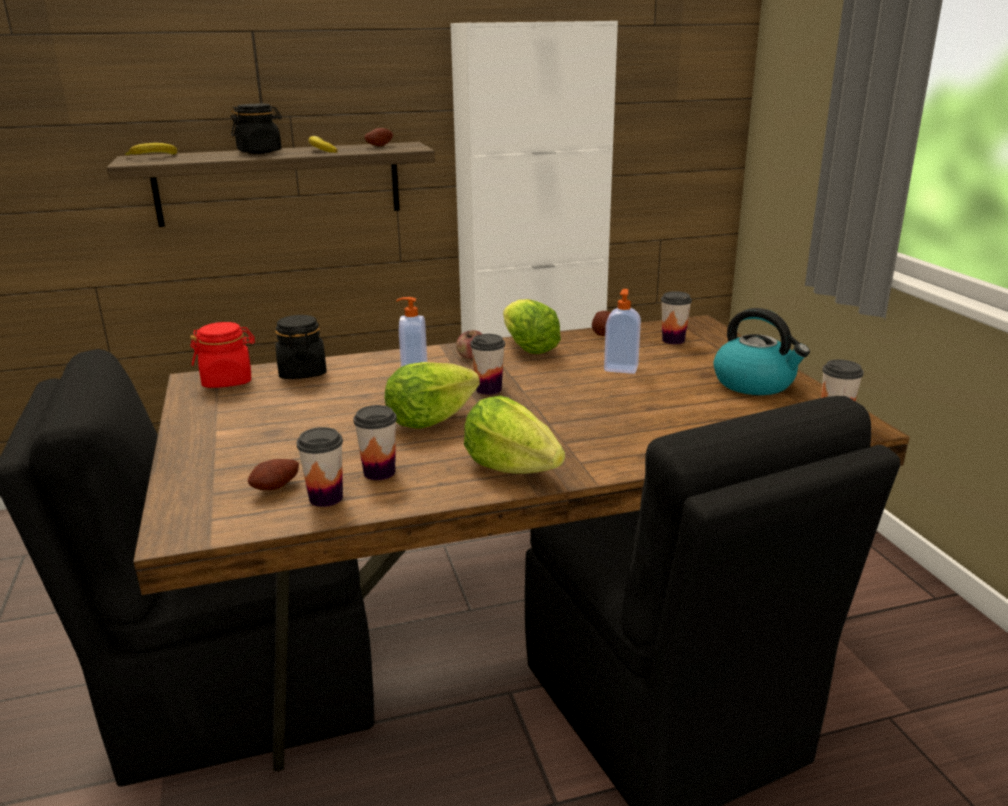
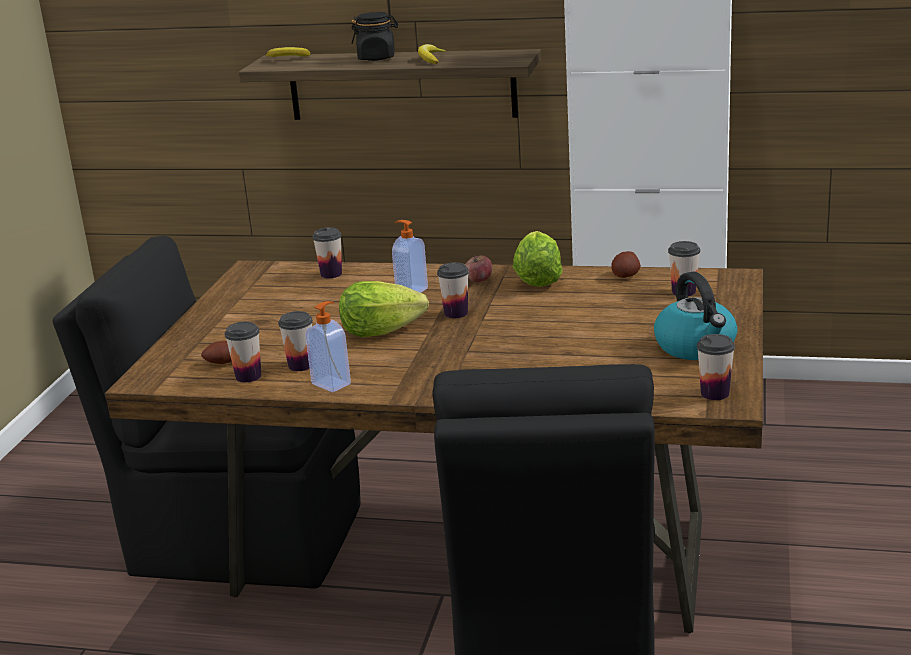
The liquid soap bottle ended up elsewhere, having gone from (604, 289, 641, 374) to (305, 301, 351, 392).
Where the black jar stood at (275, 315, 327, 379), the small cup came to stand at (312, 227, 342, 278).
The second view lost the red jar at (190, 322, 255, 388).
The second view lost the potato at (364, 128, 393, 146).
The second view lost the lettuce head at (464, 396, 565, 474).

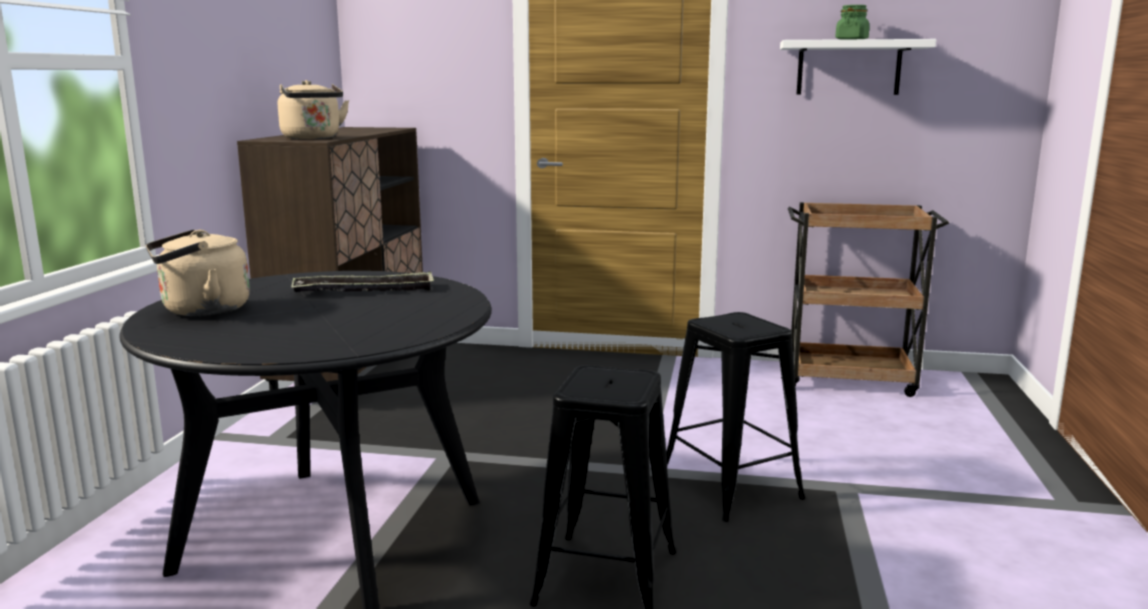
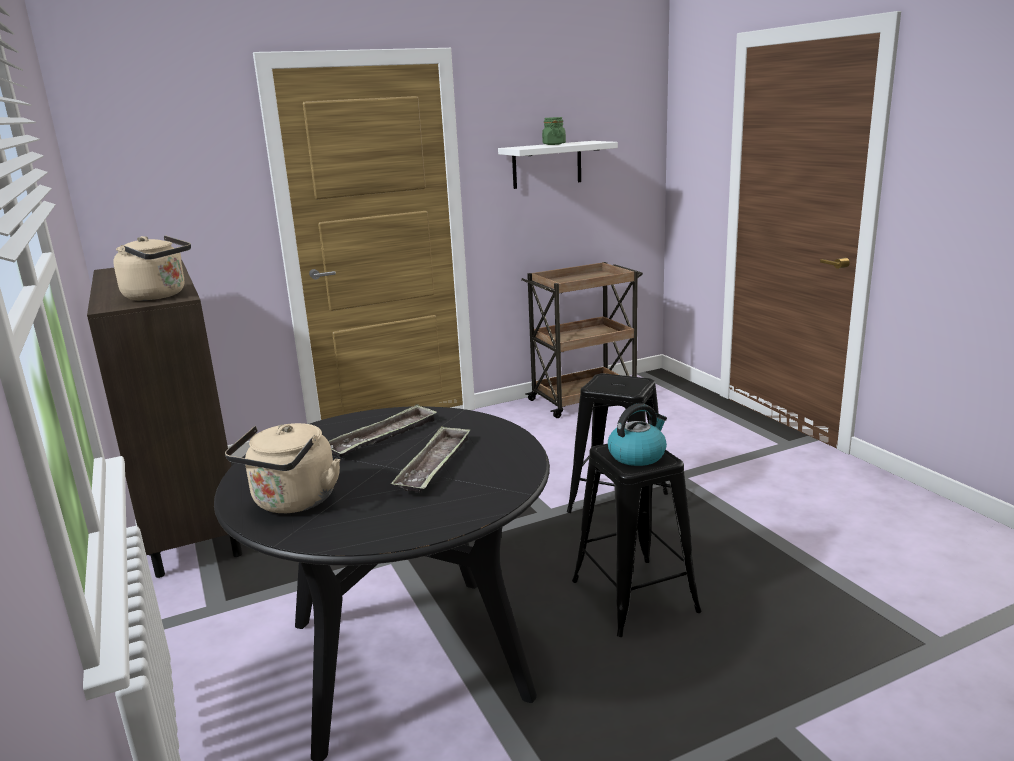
The second view gained the carrying tray at (391, 426, 470, 493).
The second view gained the kettle at (608, 403, 667, 466).

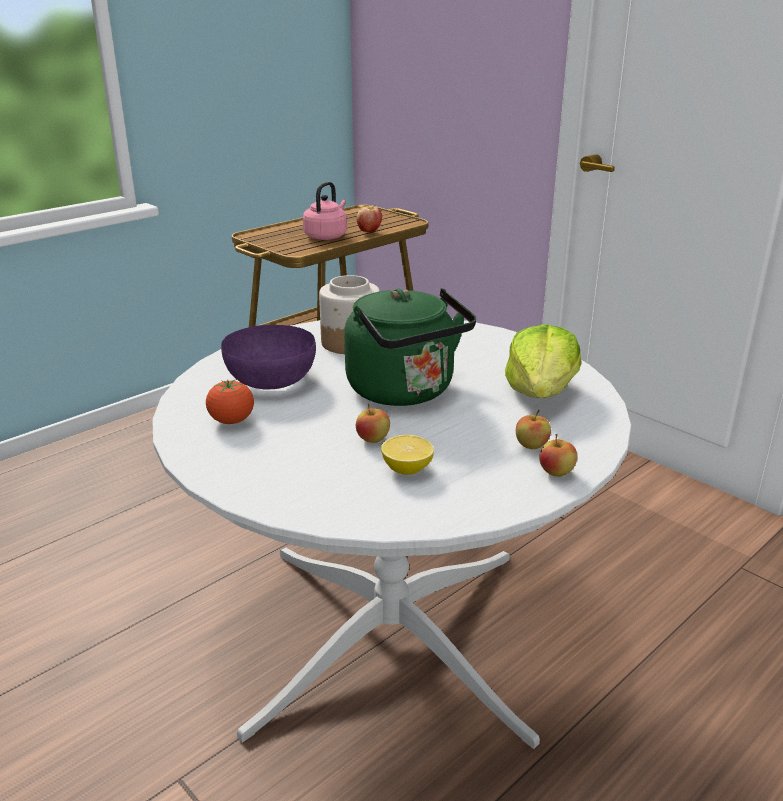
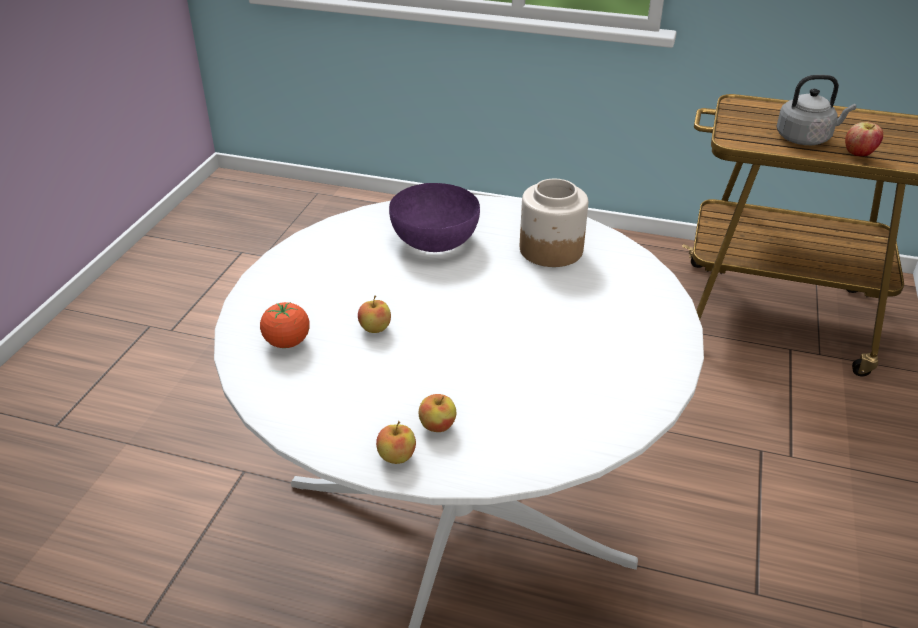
The whole tomato ended up elsewhere, having gone from (206, 379, 254, 424) to (260, 302, 310, 348).
What was the pink kettle at (303, 182, 347, 240) turned into the gray kettle at (776, 75, 856, 145).
The second view lost the green kettle at (344, 288, 476, 406).
The second view lost the lemon at (381, 435, 434, 475).
The second view lost the lettuce head at (505, 324, 581, 398).

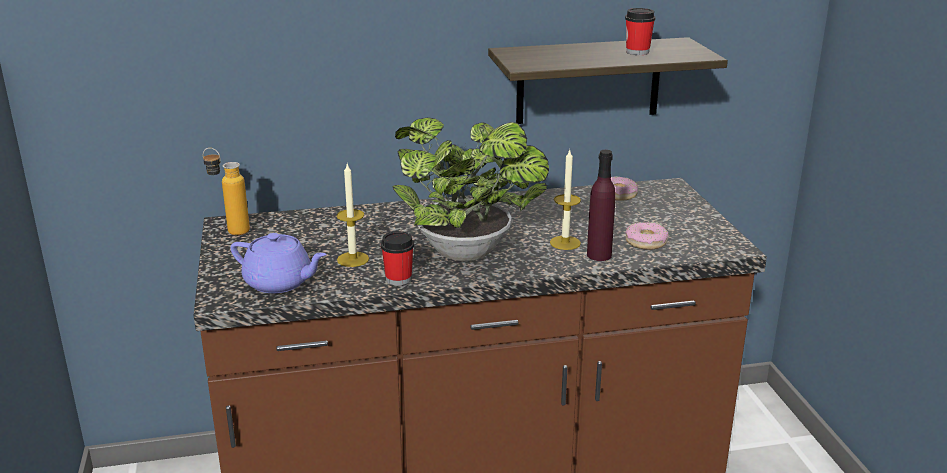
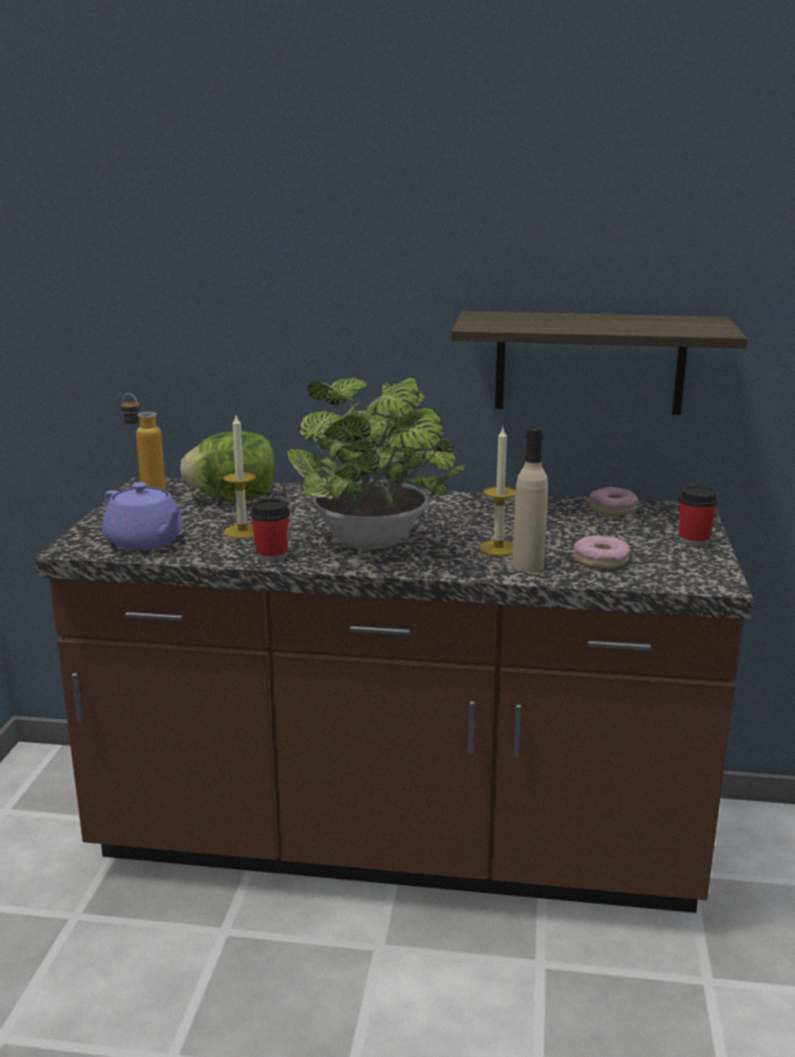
The second view gained the lettuce head at (180, 431, 275, 501).
What was the purple-coloured drink bottle at (587, 150, 616, 261) turned into the beige drink bottle at (512, 427, 548, 572).
The small cup ended up elsewhere, having gone from (625, 8, 655, 55) to (678, 485, 718, 547).

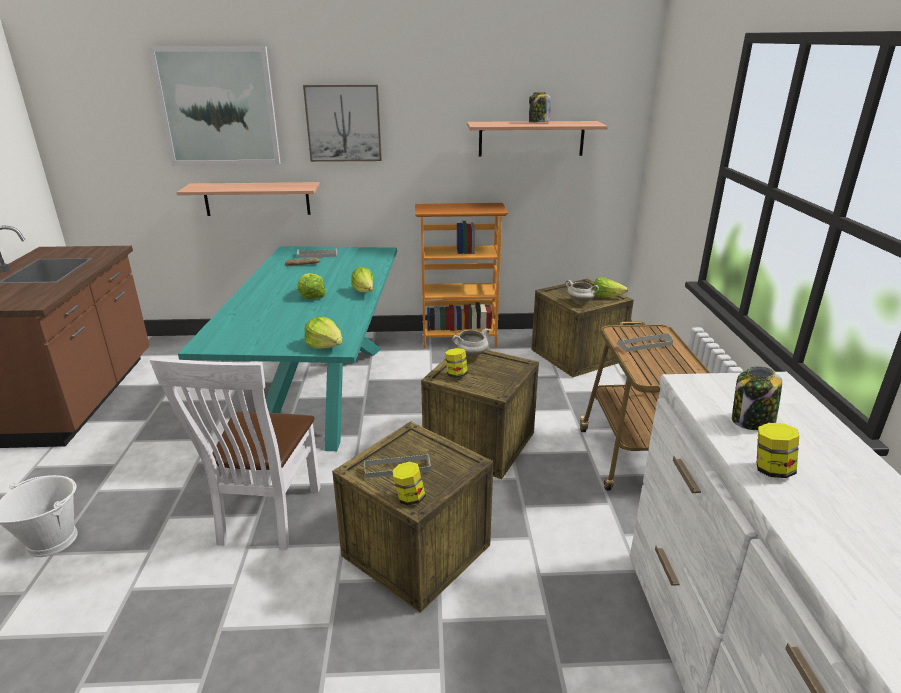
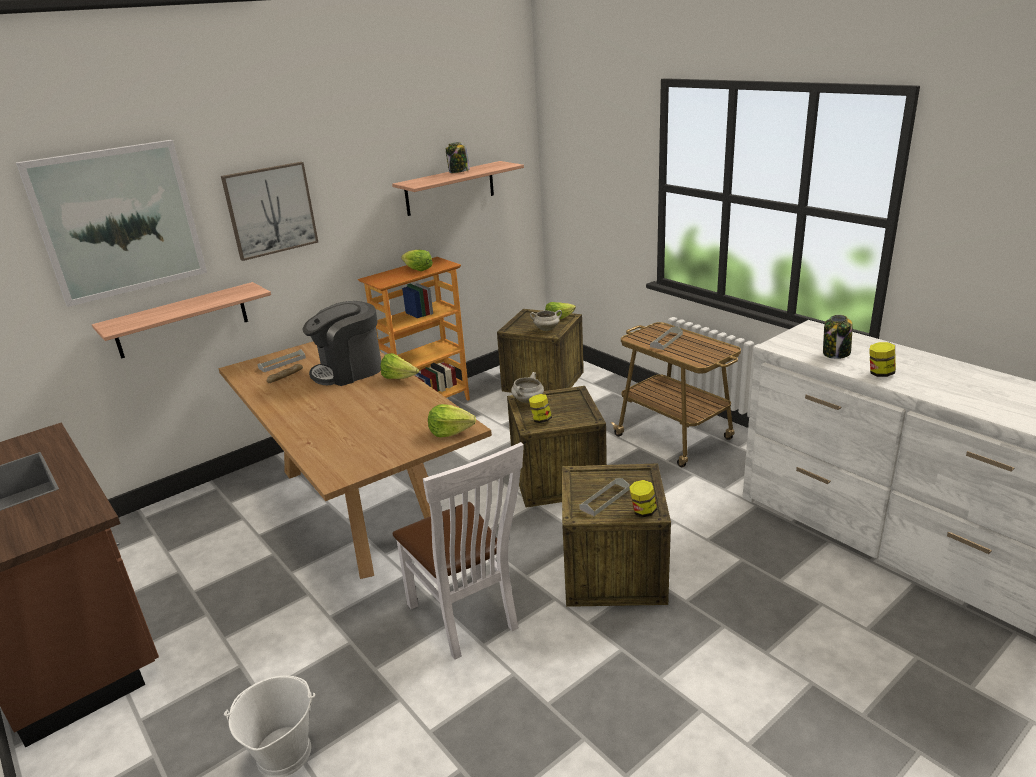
What was the blue-green dinner table at (178, 246, 397, 451) turned into the brown-coloured dinner table at (219, 342, 492, 579).
The second view gained the coffee machine at (303, 301, 381, 386).
The lettuce head ended up elsewhere, having gone from (297, 273, 326, 299) to (401, 250, 433, 271).

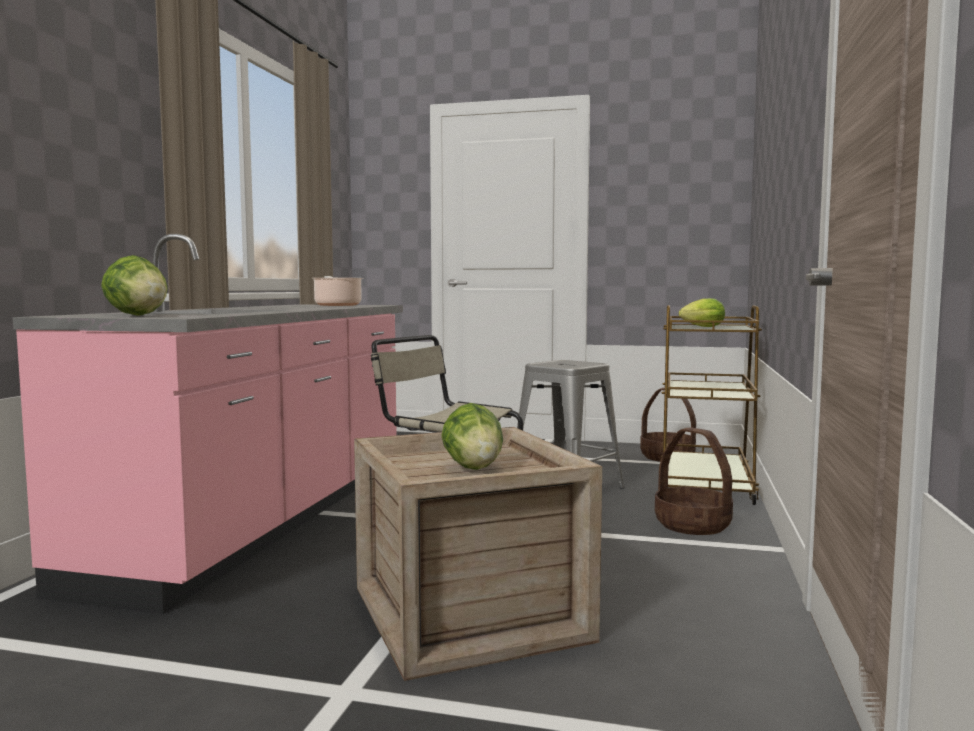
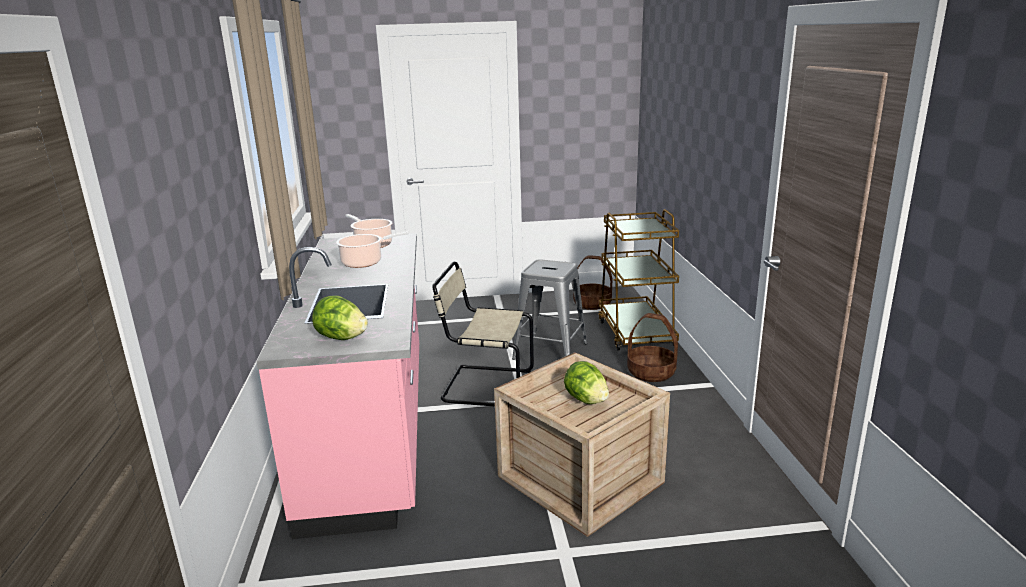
The second view gained the saucepot at (336, 231, 409, 268).
The second view lost the lettuce head at (679, 298, 725, 327).

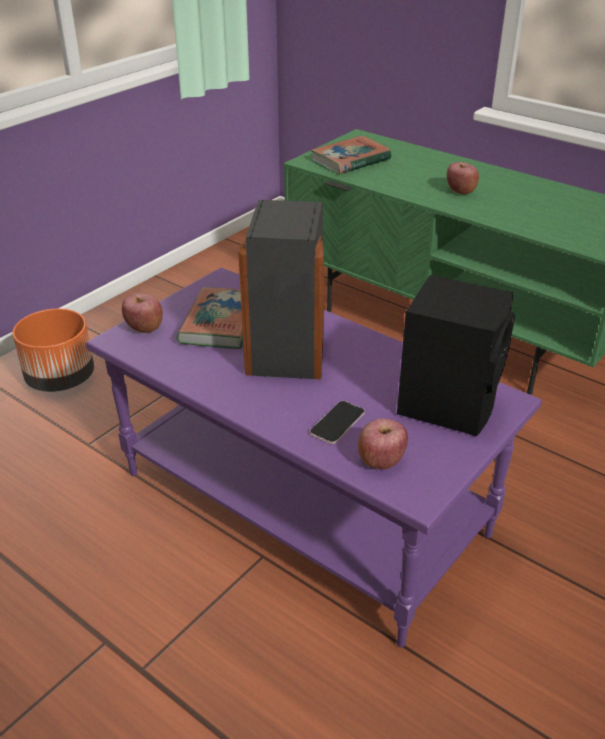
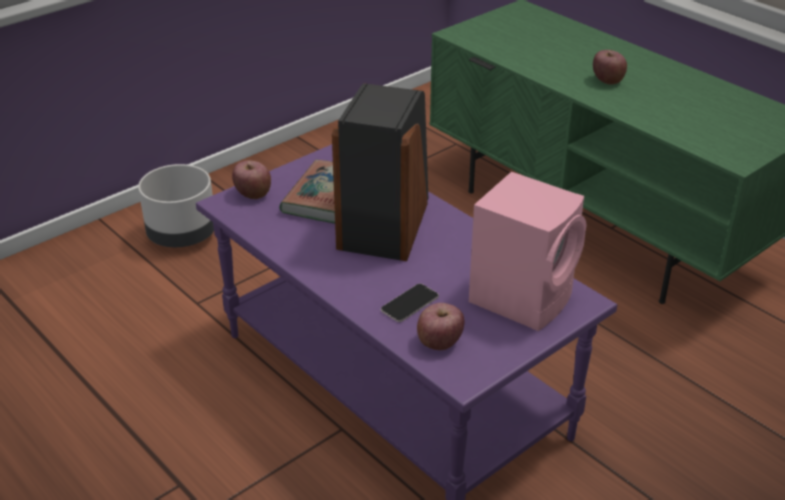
What was the orange-coloured plant pot at (12, 309, 94, 392) turned into the gray plant pot at (138, 164, 214, 247).
What was the black audio speaker at (397, 275, 515, 436) turned into the pink audio speaker at (469, 172, 586, 331).
The second view lost the book at (311, 135, 392, 174).

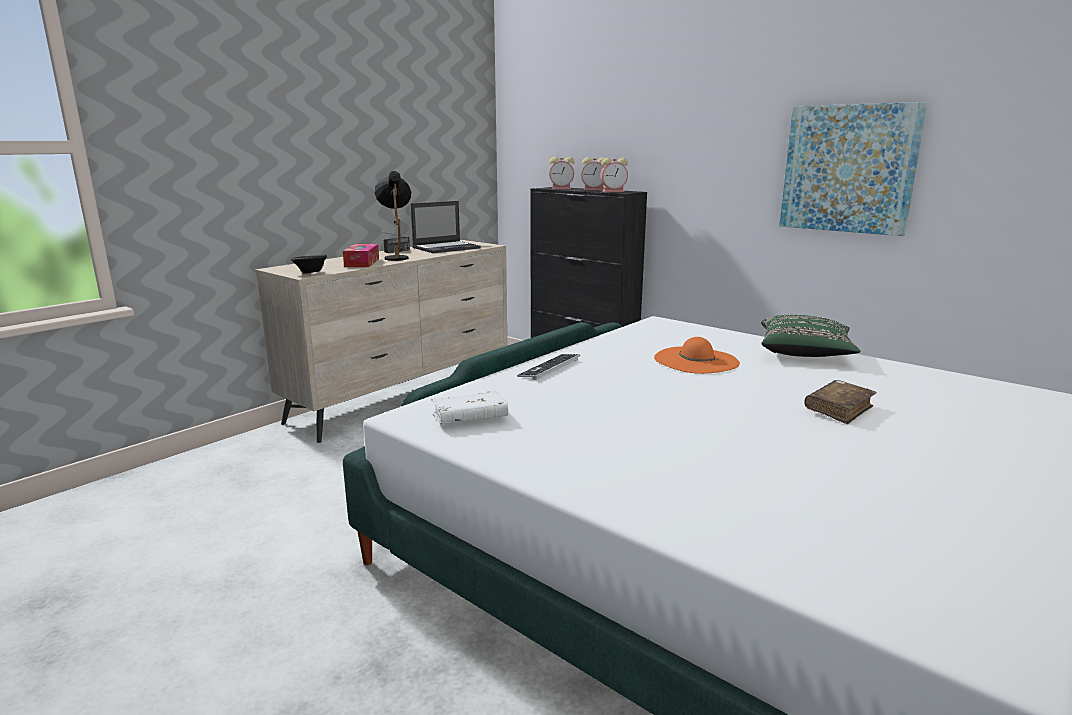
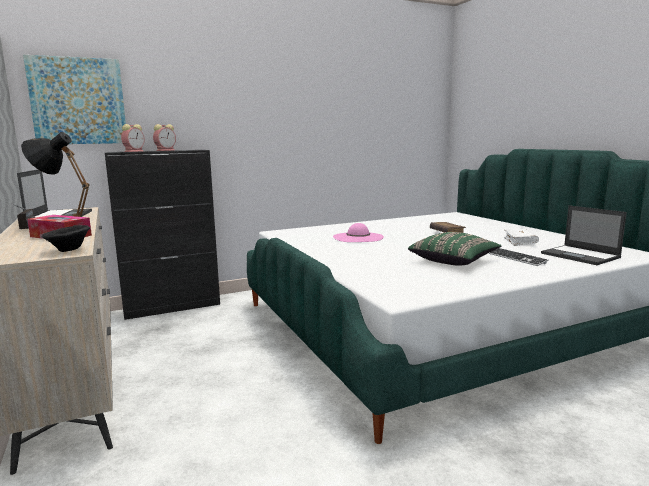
The wall art ended up elsewhere, having gone from (779, 102, 927, 236) to (23, 55, 126, 144).
What was the orange-coloured wearable hat at (654, 337, 740, 374) turned into the pink wearable hat at (333, 223, 384, 242).
The green cushion ended up elsewhere, having gone from (761, 315, 860, 357) to (408, 232, 501, 266).
The computer keyboard ended up elsewhere, having gone from (517, 354, 580, 380) to (489, 248, 549, 266).
The white book ended up elsewhere, having gone from (431, 390, 508, 425) to (504, 229, 539, 246).
The second view gained the portable computer at (541, 205, 627, 265).
The second view lost the table clock at (600, 158, 628, 192).

